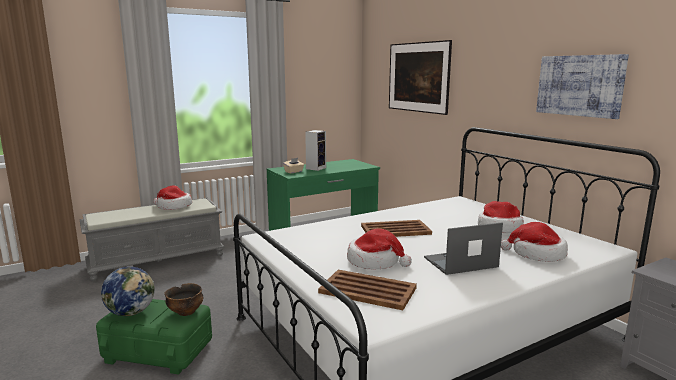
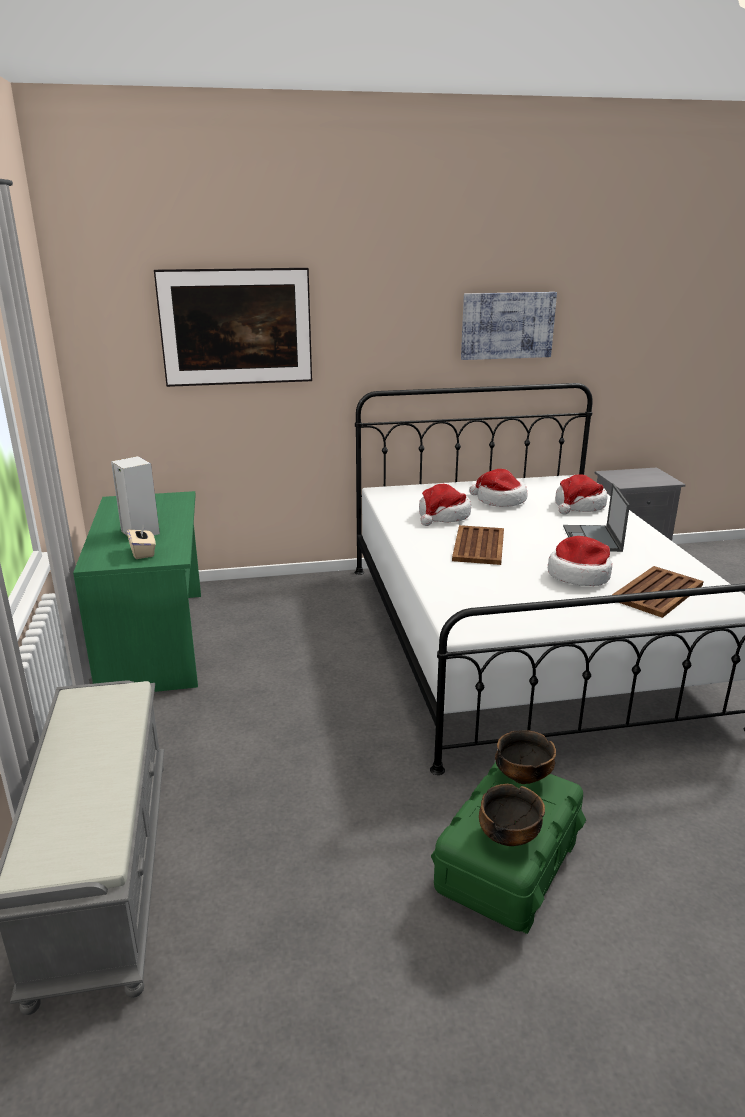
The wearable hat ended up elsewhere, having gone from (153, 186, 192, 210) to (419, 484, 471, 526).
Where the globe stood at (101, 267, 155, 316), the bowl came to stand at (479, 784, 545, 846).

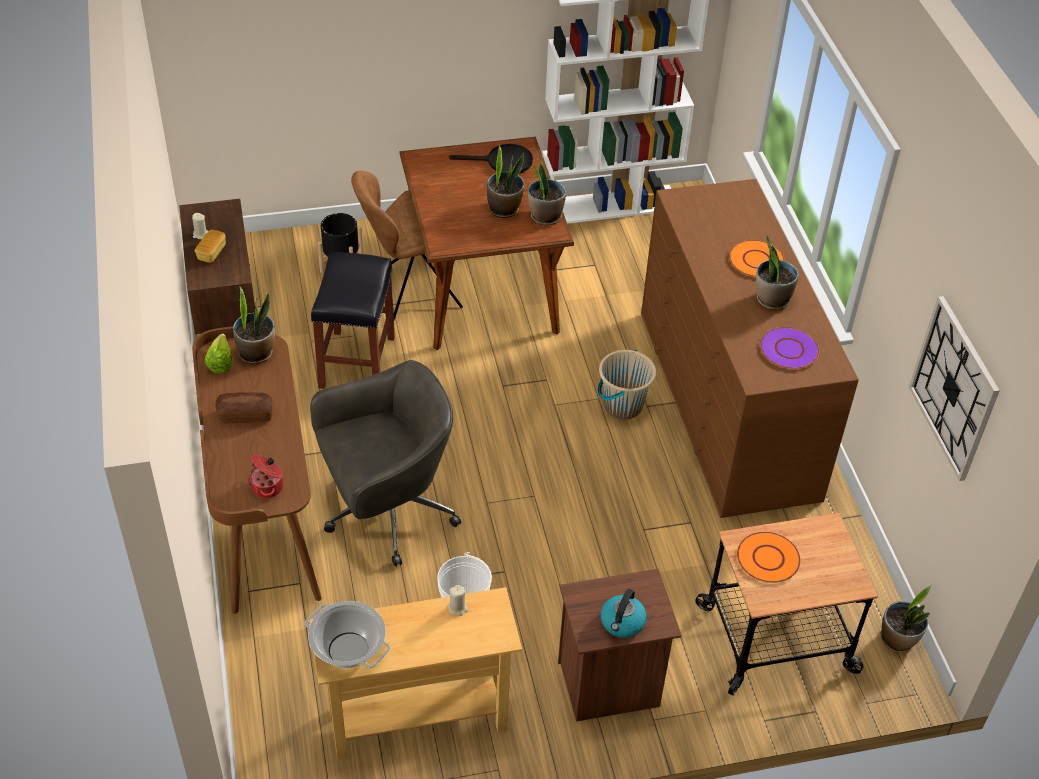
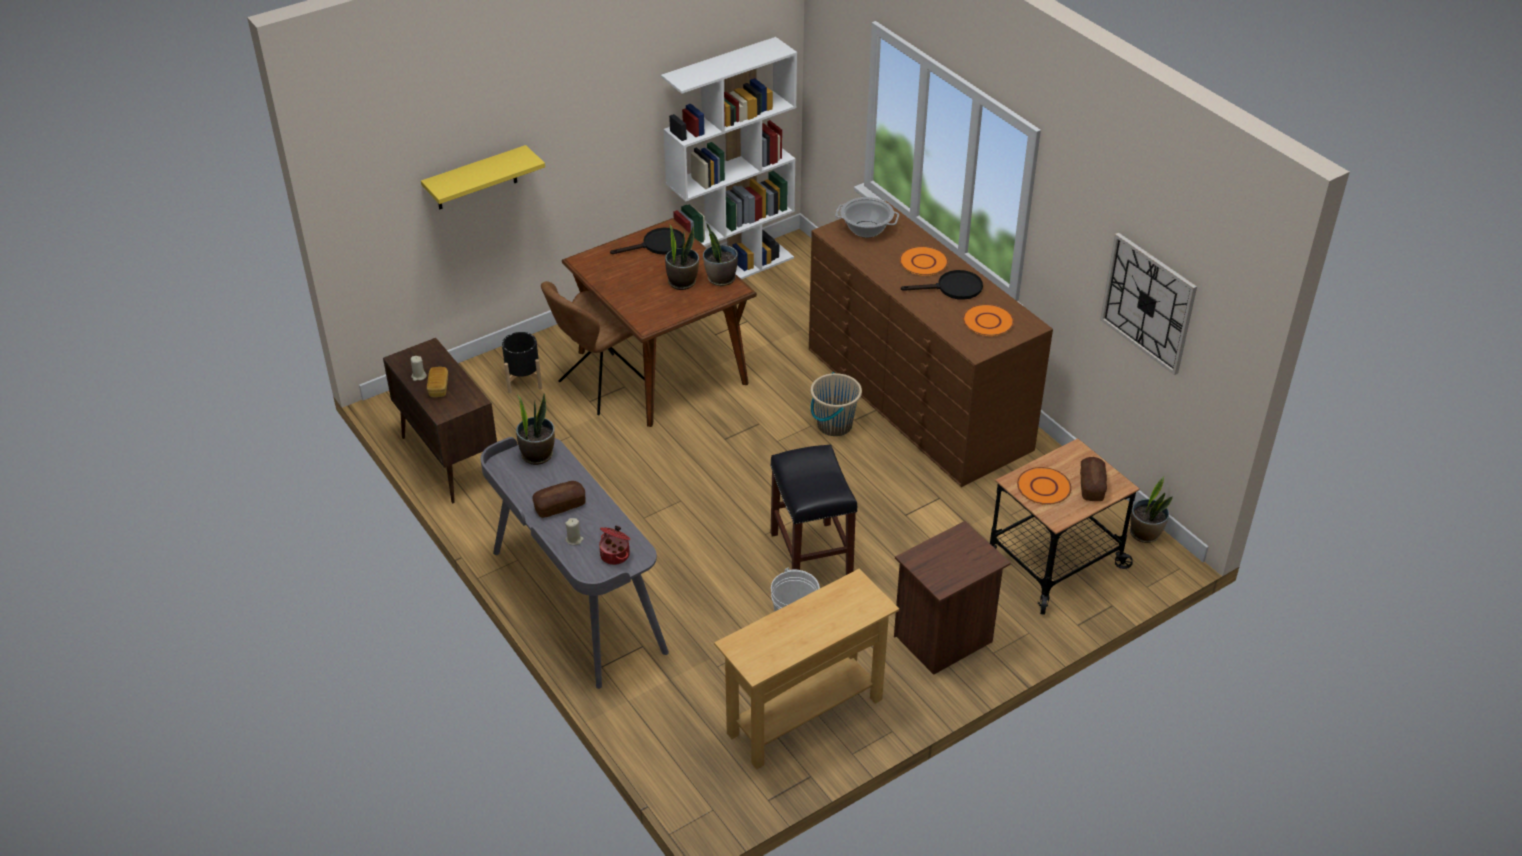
The second view gained the yellowish bracket shelf at (421, 145, 545, 209).
What was the brown-coloured desk table at (192, 326, 322, 614) turned into the gray desk table at (480, 437, 669, 689).
The beige wax candle ended up elsewhere, having gone from (448, 585, 468, 616) to (565, 518, 584, 545).
The black stool seat ended up elsewhere, having gone from (311, 252, 395, 389) to (770, 444, 858, 575).
The saucepot ended up elsewhere, having gone from (305, 601, 390, 668) to (835, 197, 899, 238).
Where the houseplant stood at (756, 236, 799, 310), the black pan came to stand at (901, 270, 983, 300).
What was the purple-coloured dinner plate at (760, 327, 819, 369) turned into the orange-coloured dinner plate at (963, 304, 1014, 336).
The second view gained the bread at (1080, 457, 1107, 501).
The second view lost the lettuce head at (204, 333, 233, 373).
The second view lost the gray office chair at (310, 360, 461, 566).
The second view lost the kettle at (601, 589, 647, 638).

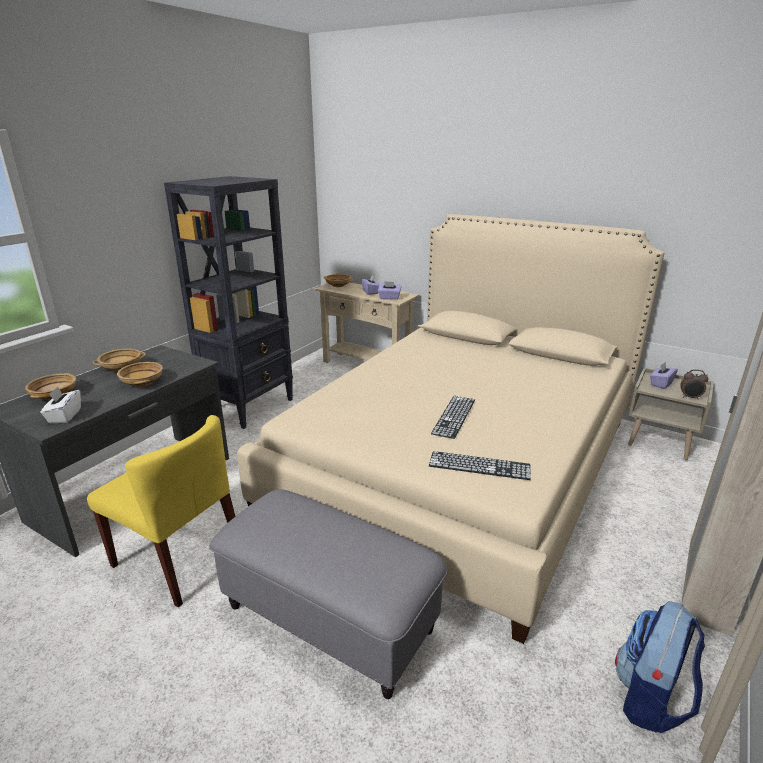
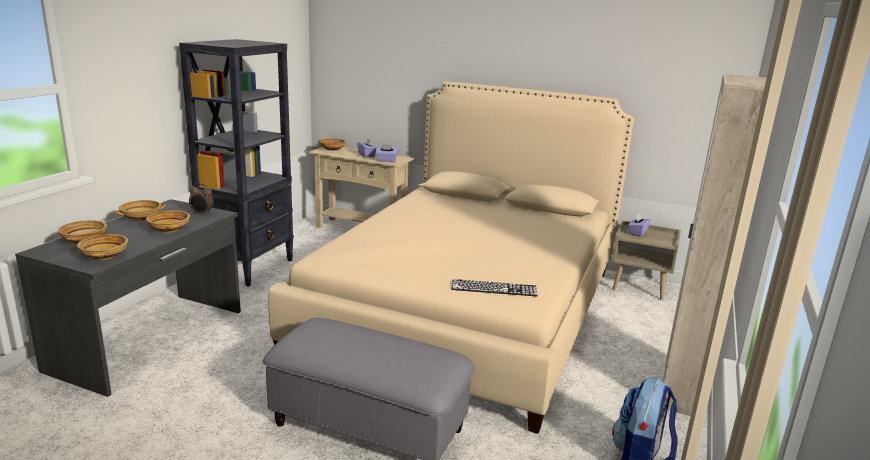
Where the white tissue holder stood at (41, 387, 81, 423), the beige bowl came to stand at (77, 234, 128, 260).
The table clock ended up elsewhere, having gone from (680, 369, 709, 400) to (189, 183, 214, 215).
The second view lost the yellowish chair at (87, 415, 235, 608).
The second view lost the computer keyboard at (431, 396, 475, 439).

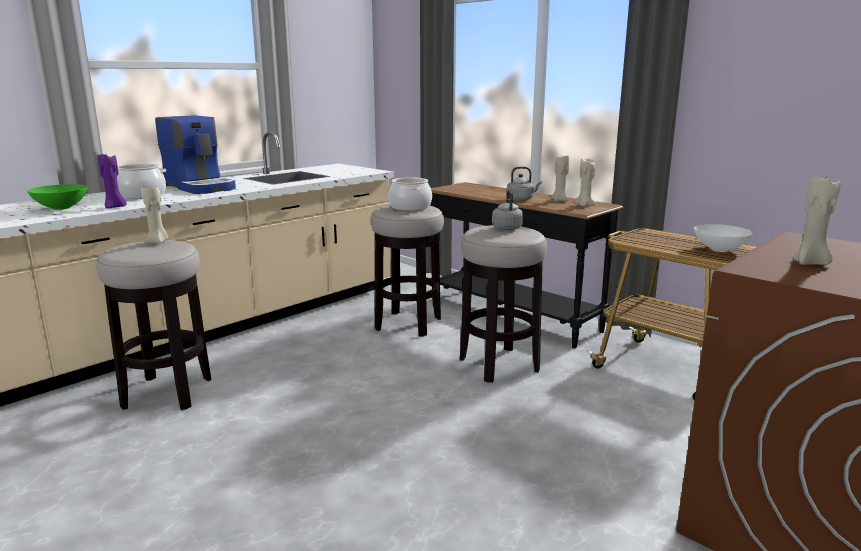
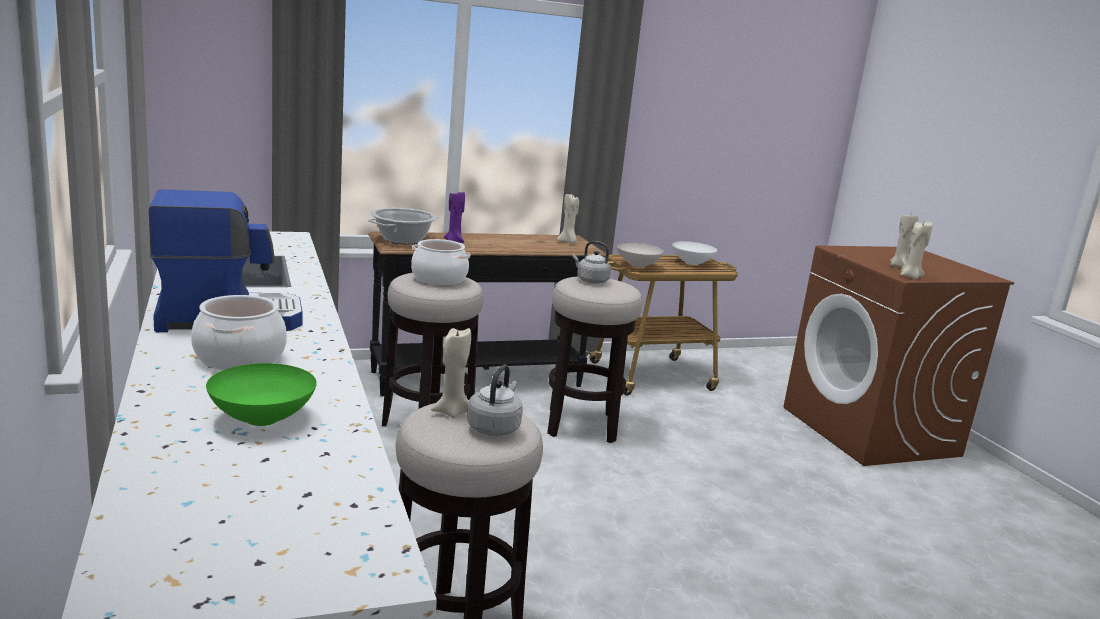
The second view gained the saucepot at (368, 208, 438, 244).
The purple-coloured wax candle ended up elsewhere, having gone from (98, 153, 127, 208) to (444, 190, 465, 243).
The gray kettle ended up elsewhere, having gone from (507, 167, 542, 201) to (467, 364, 523, 436).
The second view gained the white bowl at (617, 243, 664, 268).
The beige wax candle ended up elsewhere, having gone from (551, 154, 569, 201) to (900, 222, 933, 279).

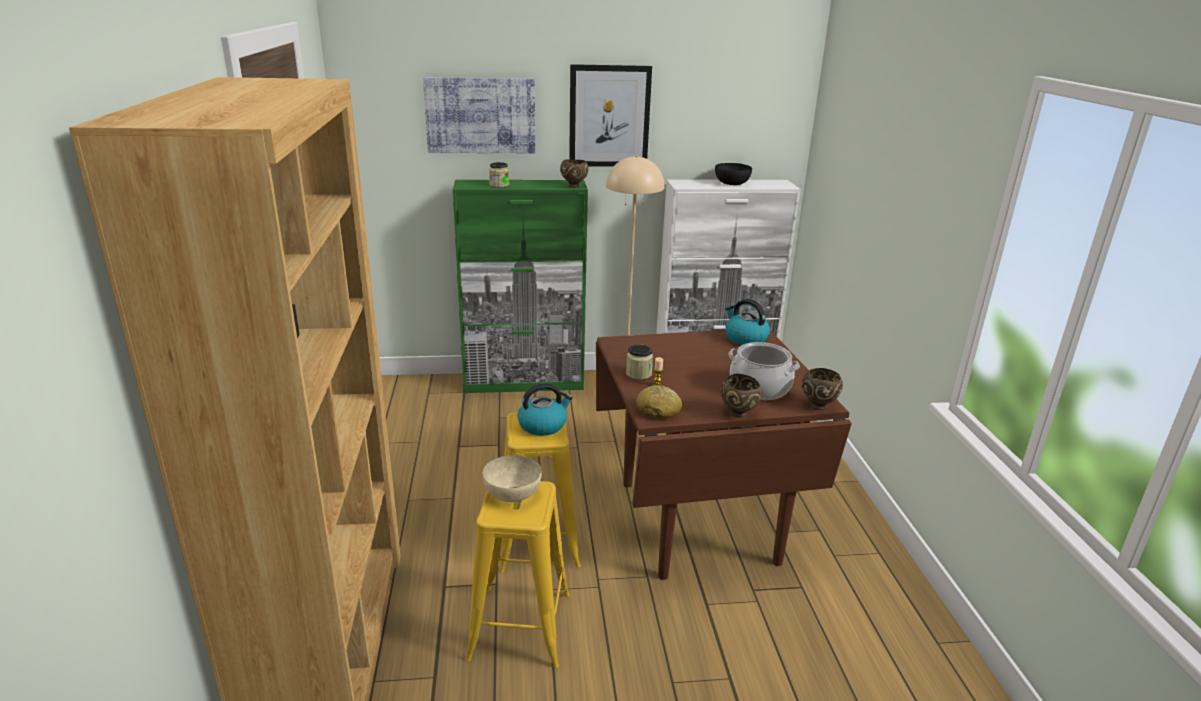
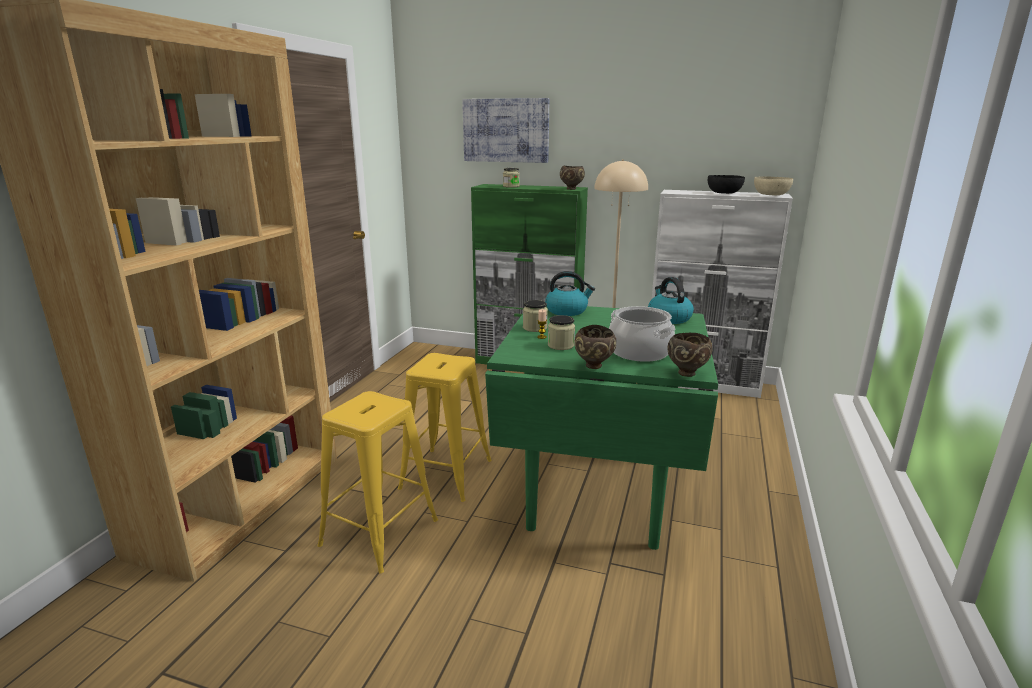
What was the brown-coloured dinner table at (596, 330, 852, 580) turned into the green dinner table at (485, 306, 718, 550).
The kettle ended up elsewhere, having gone from (517, 383, 573, 436) to (545, 271, 595, 316).
The second view gained the jar at (548, 315, 575, 350).
The beige bowl ended up elsewhere, having gone from (483, 455, 542, 502) to (754, 176, 793, 195).
The second view lost the wall art at (569, 64, 652, 167).
The second view lost the bread at (636, 385, 682, 419).

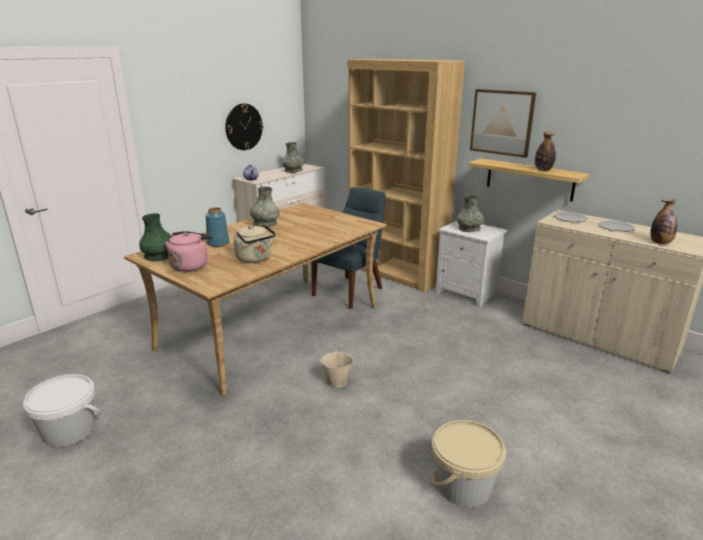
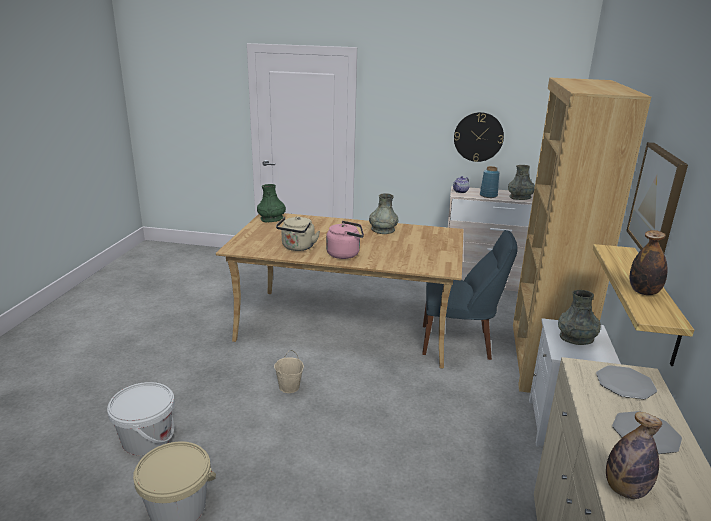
The white water bucket ended up elsewhere, having gone from (23, 374, 101, 447) to (107, 382, 175, 455).
The pink kettle ended up elsewhere, having gone from (165, 231, 212, 272) to (326, 221, 364, 259).
The bluish decorative vase ended up elsewhere, having gone from (205, 207, 229, 247) to (480, 166, 499, 198).

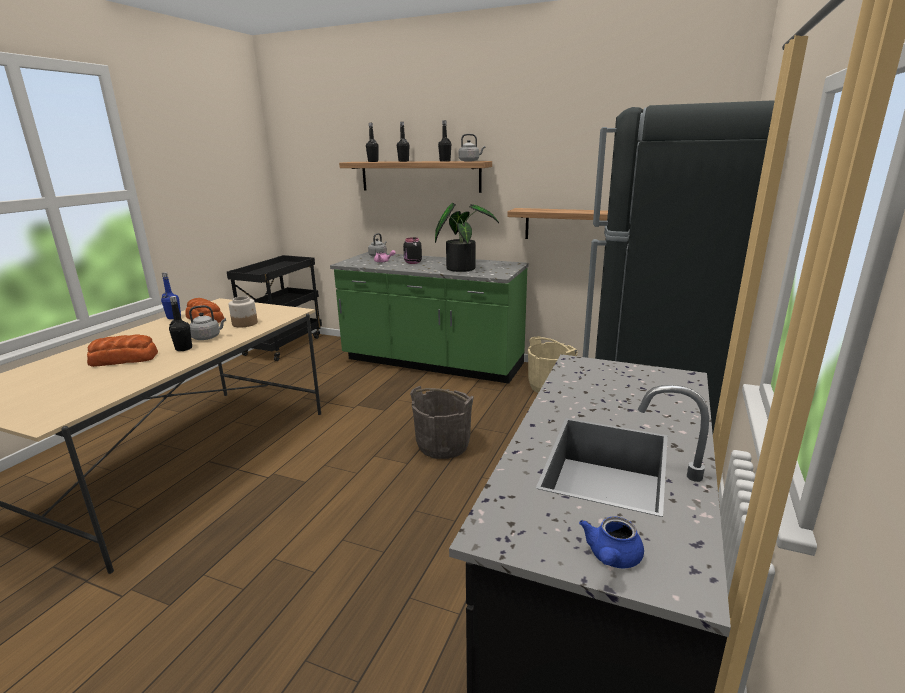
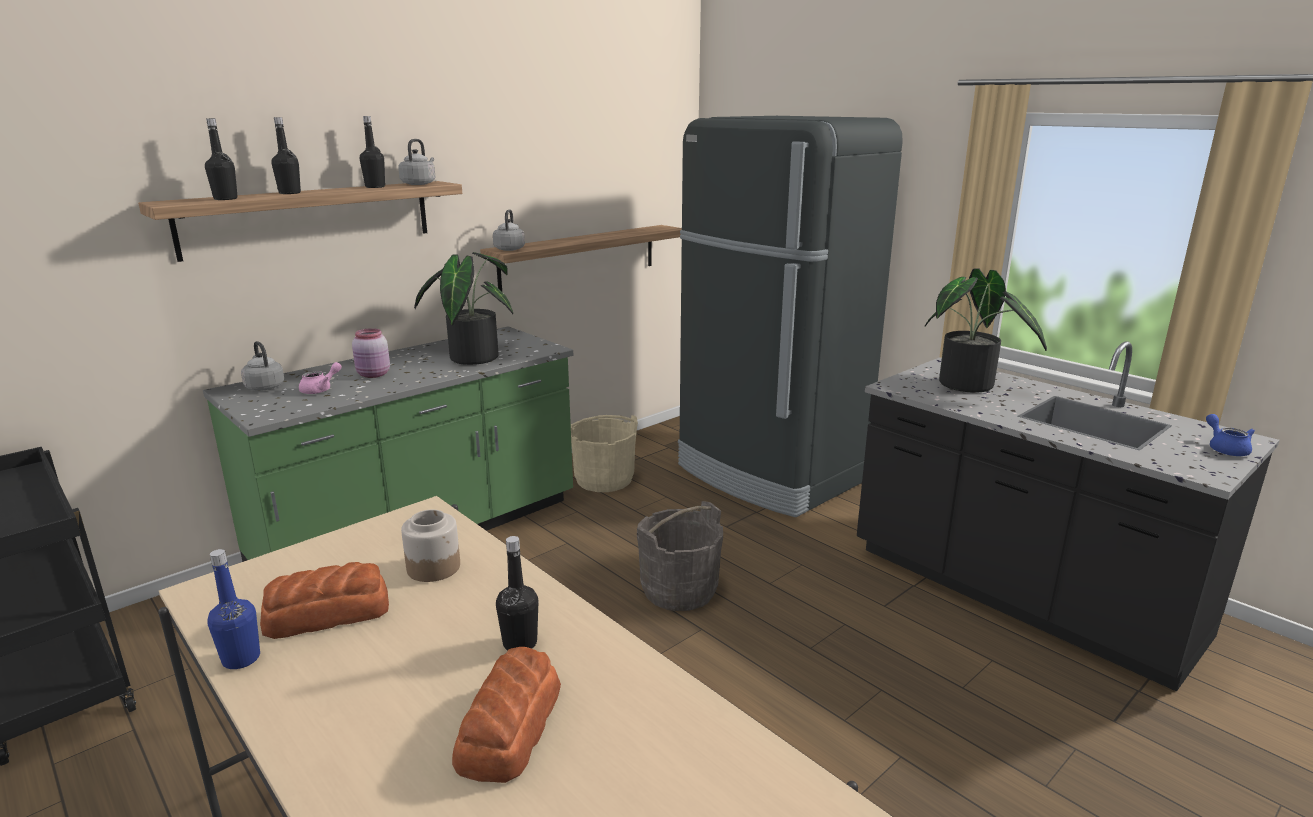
What was the black jar at (403, 237, 422, 264) turned into the pink jar at (352, 328, 390, 378).
The gray kettle ended up elsewhere, having gone from (189, 305, 226, 340) to (493, 209, 525, 251).
The second view gained the houseplant at (925, 269, 1047, 393).
The bluish tea pot at (579, 516, 644, 568) ended up facing another way, 150 degrees counterclockwise from before.

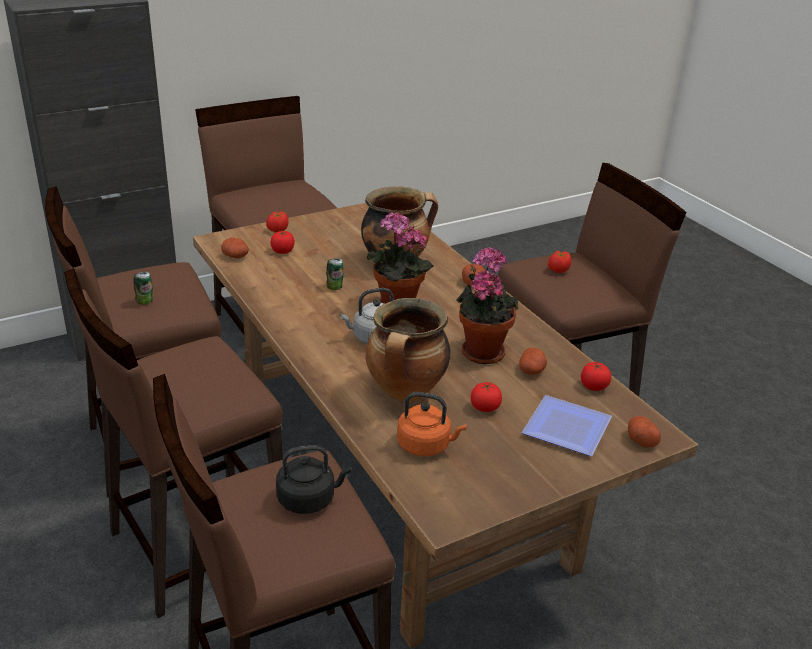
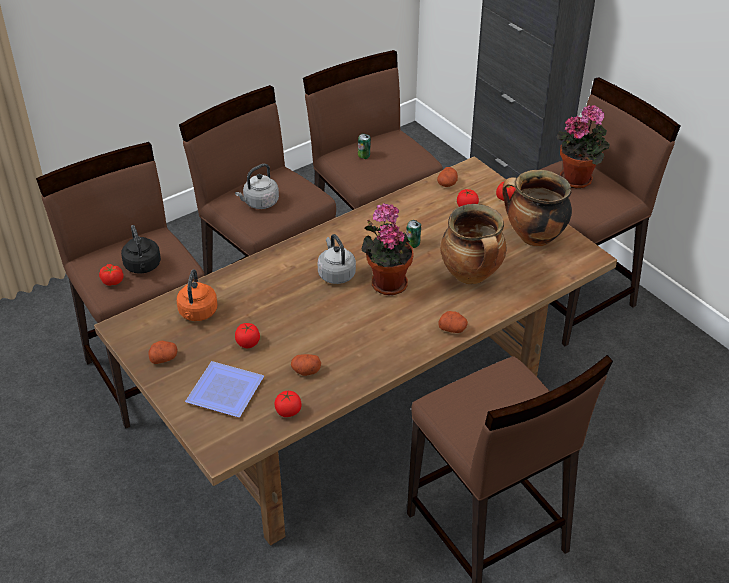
The whole tomato ended up elsewhere, having gone from (548, 251, 572, 273) to (99, 264, 124, 286).
The potato ended up elsewhere, having gone from (628, 416, 661, 447) to (148, 341, 178, 364).
The second view gained the gray kettle at (235, 164, 279, 209).
The saucepot ended up elsewhere, having gone from (365, 298, 450, 402) to (502, 170, 572, 246).
The houseplant ended up elsewhere, having gone from (456, 247, 518, 364) to (556, 105, 610, 188).

